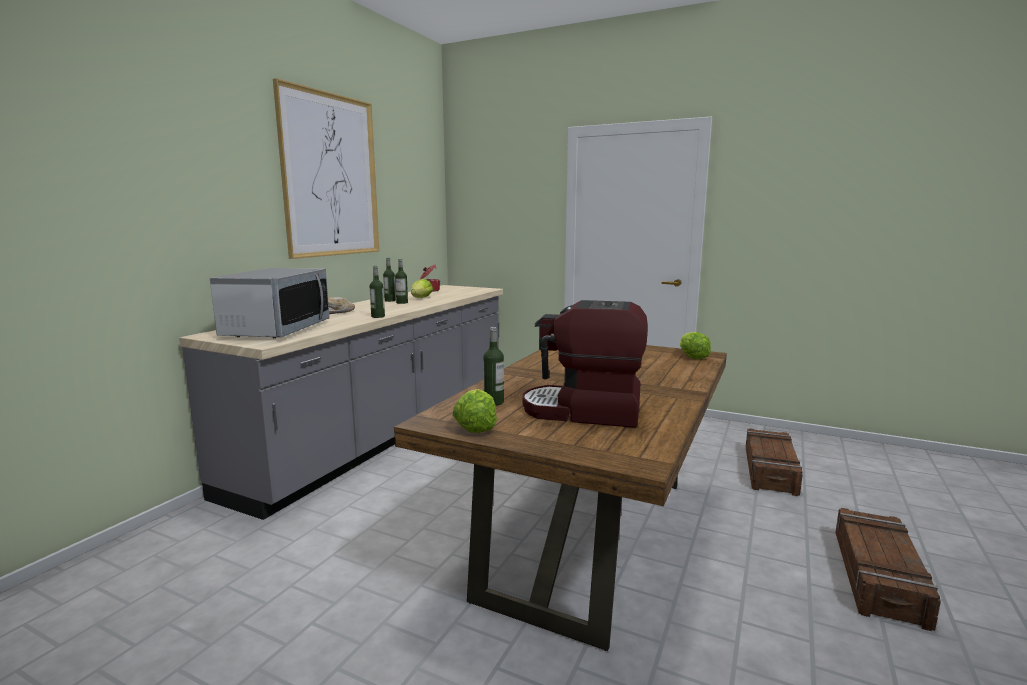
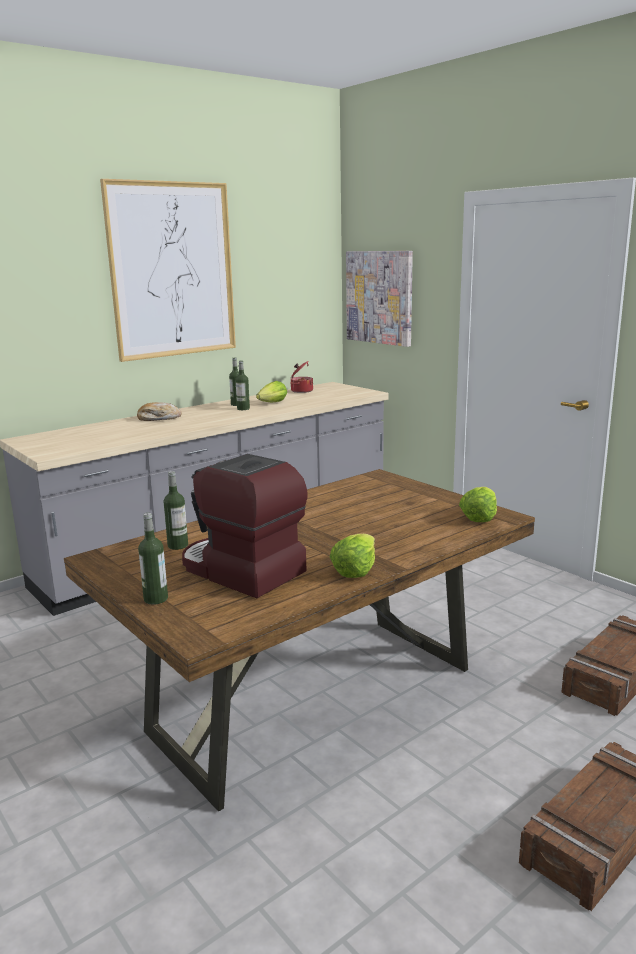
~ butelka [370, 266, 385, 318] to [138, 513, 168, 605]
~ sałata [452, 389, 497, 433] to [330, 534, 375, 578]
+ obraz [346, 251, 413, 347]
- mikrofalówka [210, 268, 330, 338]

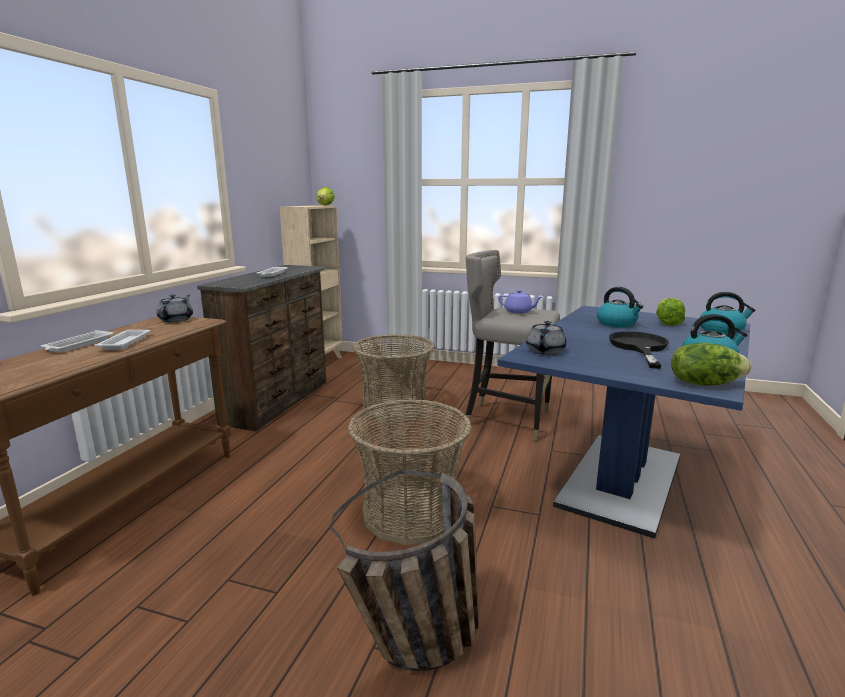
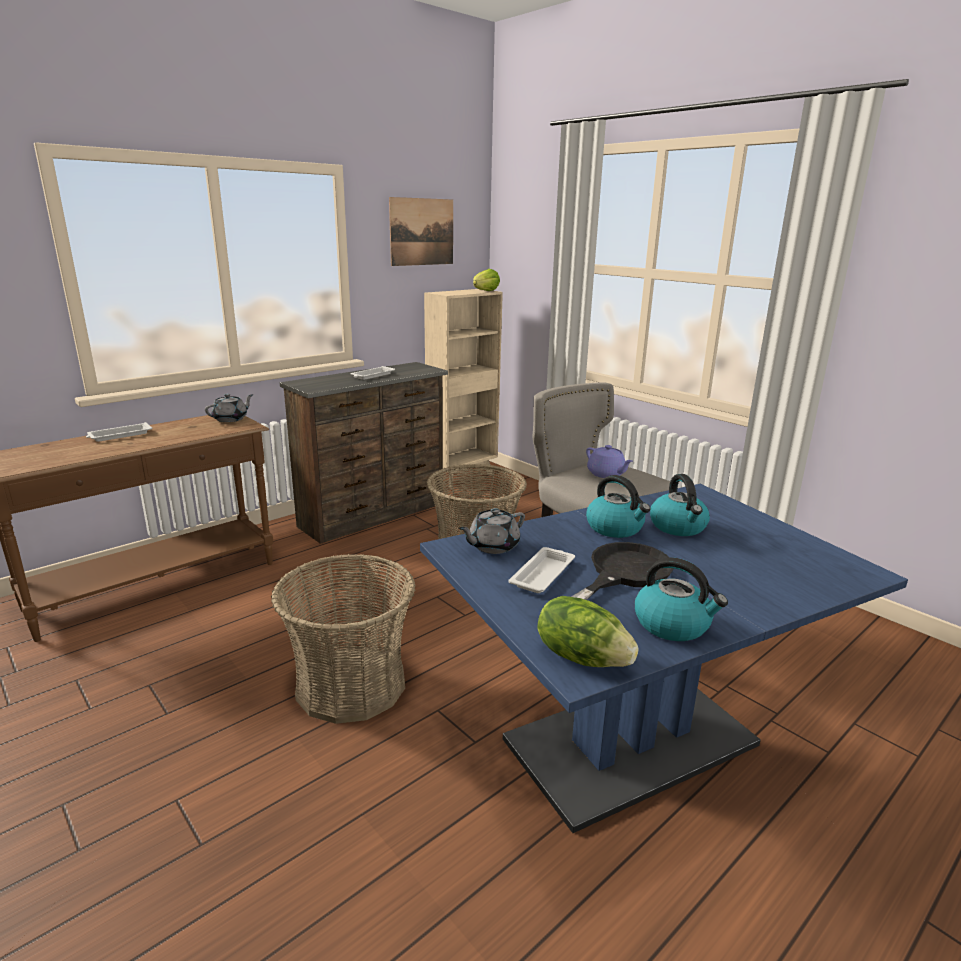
+ obraz [389, 197, 453, 266]
~ taca [biały] [95, 330, 151, 350] to [508, 547, 575, 593]
~ czajnik [700, 292, 756, 335] to [586, 475, 651, 538]
- koszyk [330, 470, 479, 671]
- sałata [656, 298, 685, 326]

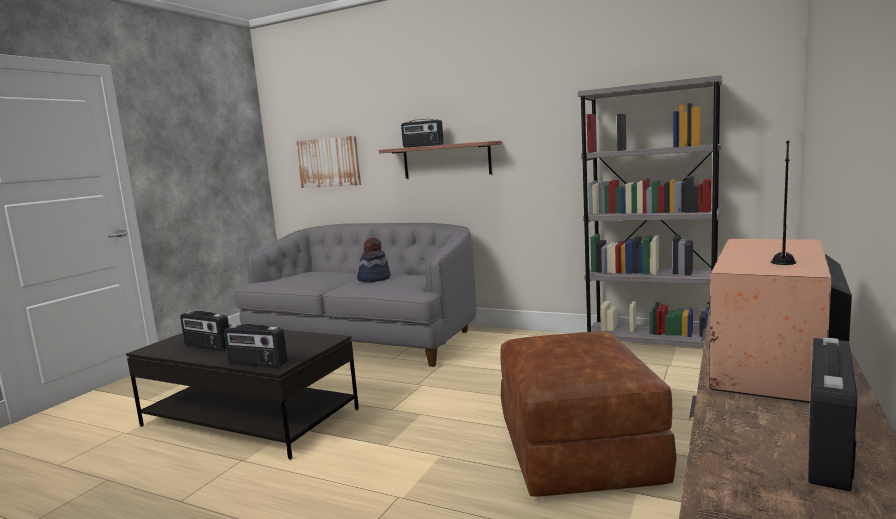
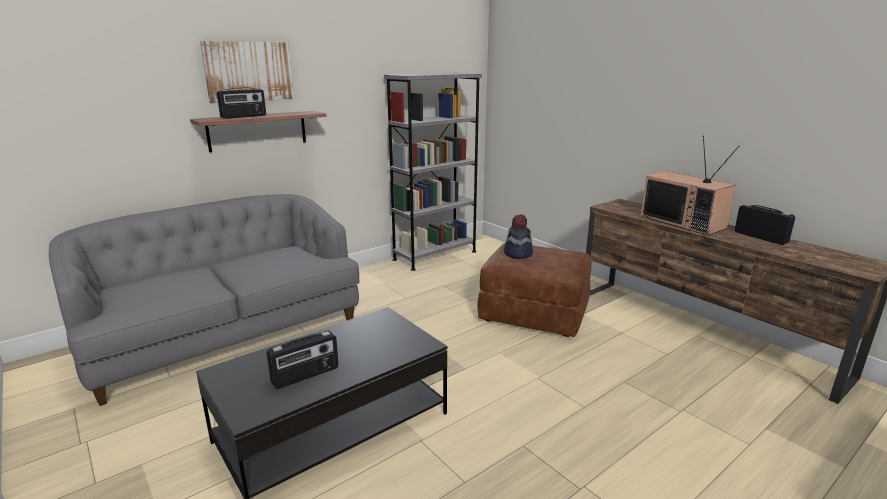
~ obraz [296, 136, 361, 188] to [200, 41, 294, 104]
~ kapelusz [357, 238, 391, 282] to [504, 214, 533, 259]
- radio [224, 324, 288, 368]

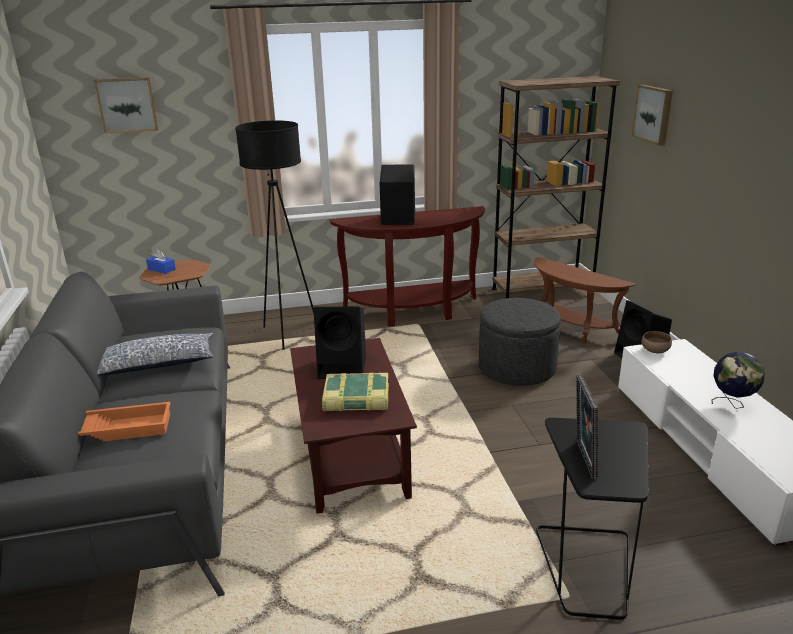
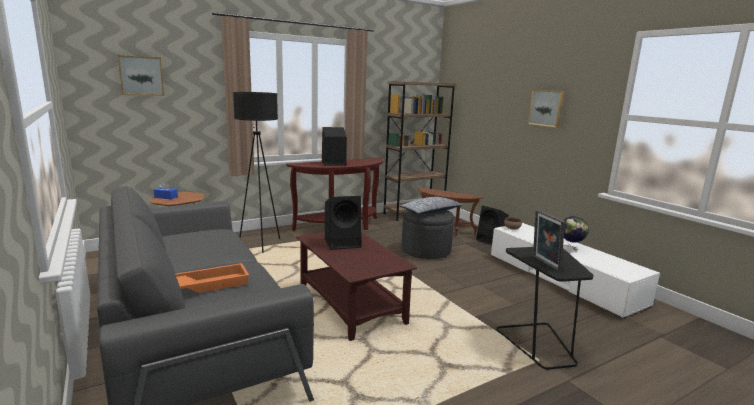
~ poduszka [97, 333, 213, 376] to [399, 197, 462, 214]
~ obraz [632, 85, 673, 146] to [528, 90, 564, 128]
- książka [322, 373, 389, 411]

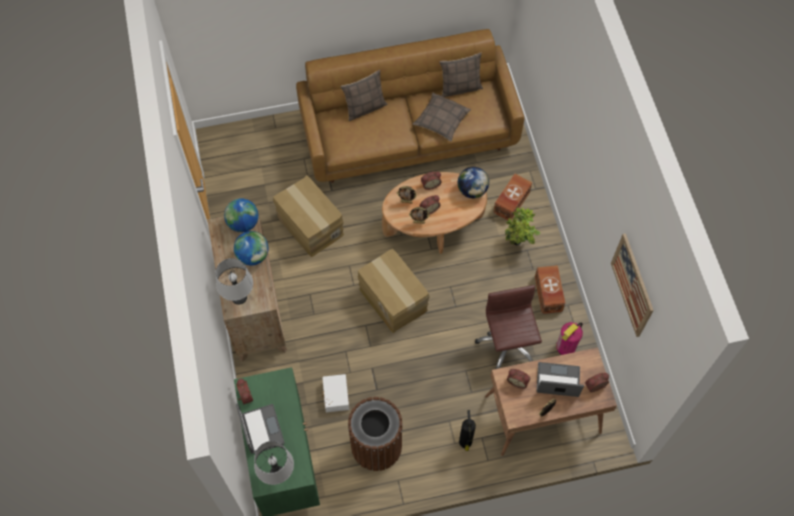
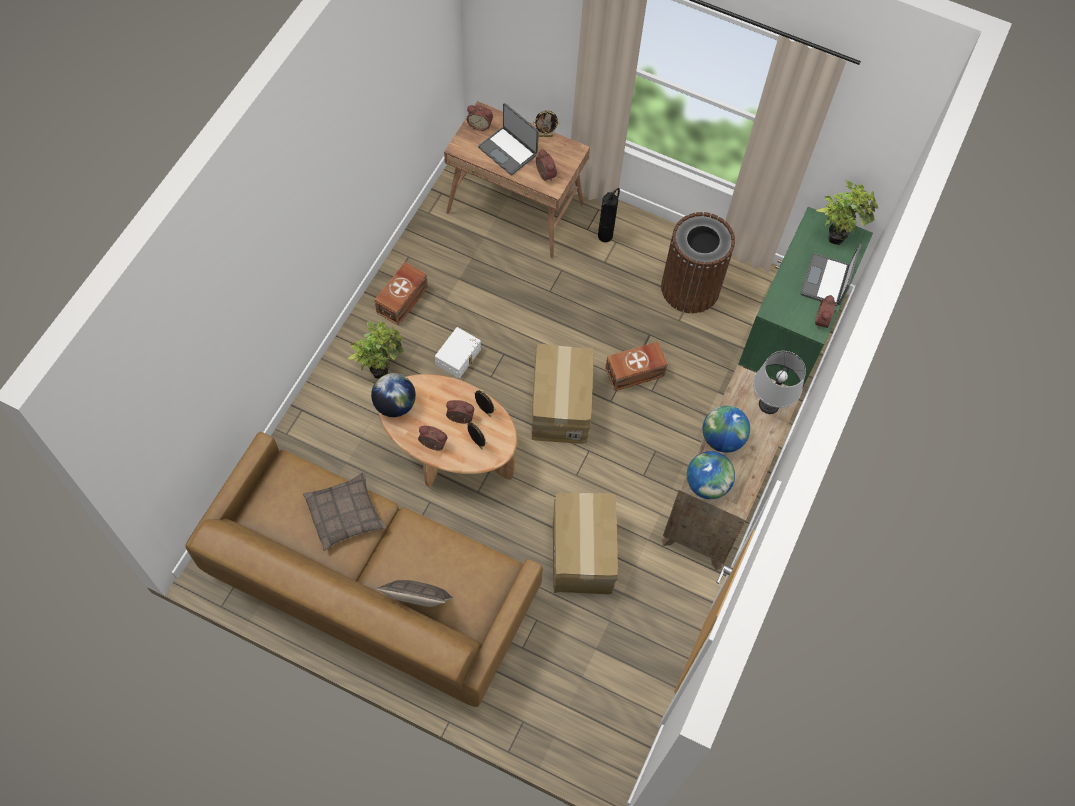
~ pojemnik do przechowywania [biały] [322, 374, 349, 412] to [435, 327, 481, 378]
~ pojemnik do przechowywania [brązowy] [493, 174, 532, 220] to [605, 341, 668, 391]
~ lampa stołowa [szary] [254, 441, 294, 485] to roślina doniczkowa [816, 180, 878, 245]
- poduszka [439, 53, 483, 97]
- krzesło biurowe [brązowy] [475, 285, 542, 369]
- gaśnica [556, 322, 583, 355]
- obraz [611, 233, 654, 337]

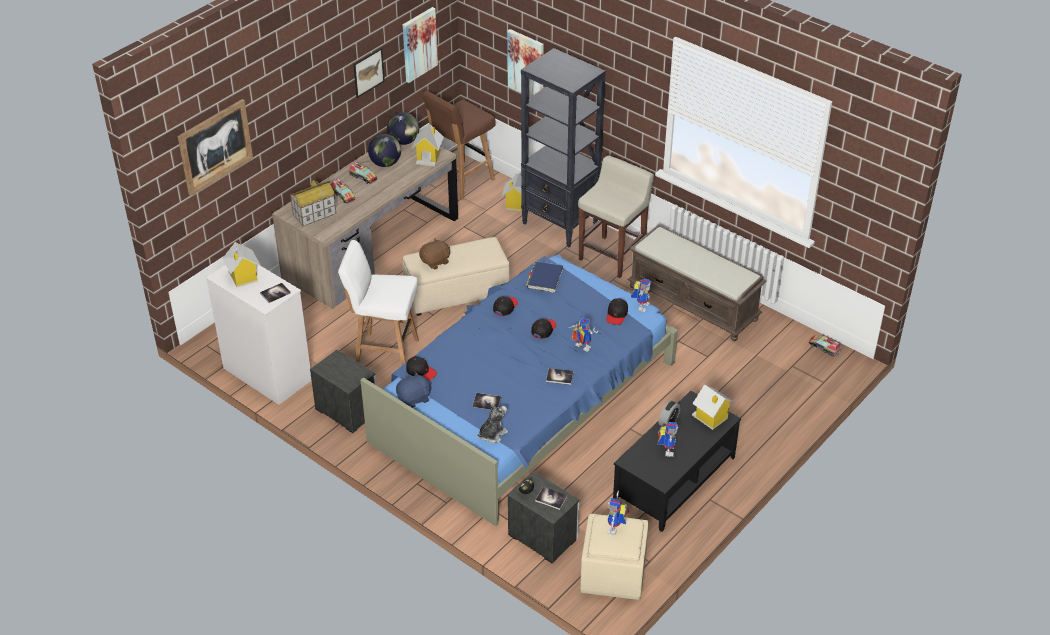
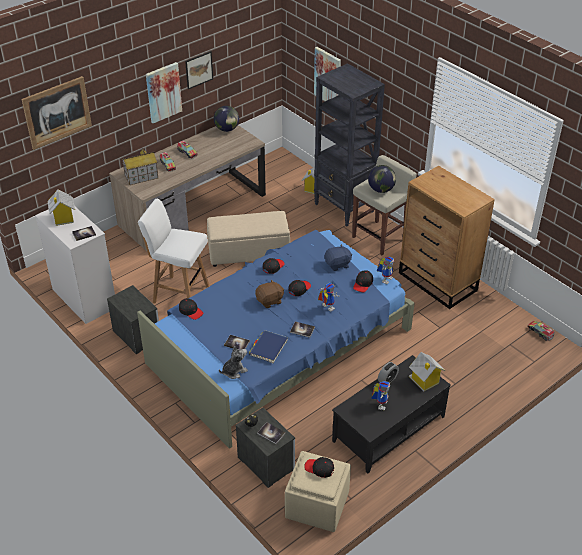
~ obraz [403, 7, 438, 83] to [146, 62, 182, 123]
~ książka [niebieski] [526, 261, 564, 293] to [249, 330, 288, 363]
~ pluszak [brązowy] [419, 238, 450, 269] to [255, 279, 284, 308]
~ robot zabawkowy [607, 491, 629, 535] to czapka z daszkiem [czarny] [304, 457, 334, 478]
~ pluszak [niebieski] [396, 372, 432, 408] to [324, 244, 353, 271]
~ globus [368, 134, 401, 167] to [368, 165, 396, 193]
~ ławka [brązowy] [627, 224, 766, 341] to komoda [brązowy] [399, 166, 495, 309]
- domek [412, 124, 444, 166]
- stołek [brązowy] [422, 91, 496, 200]

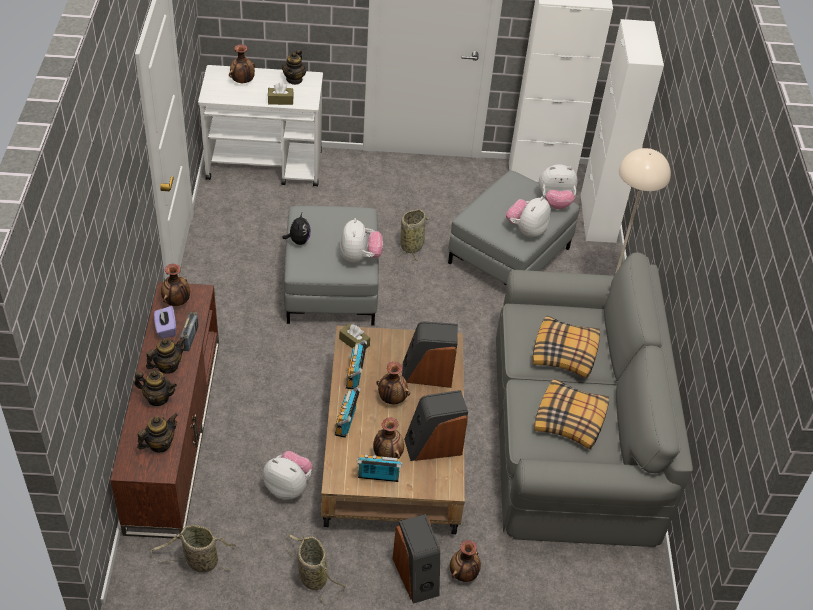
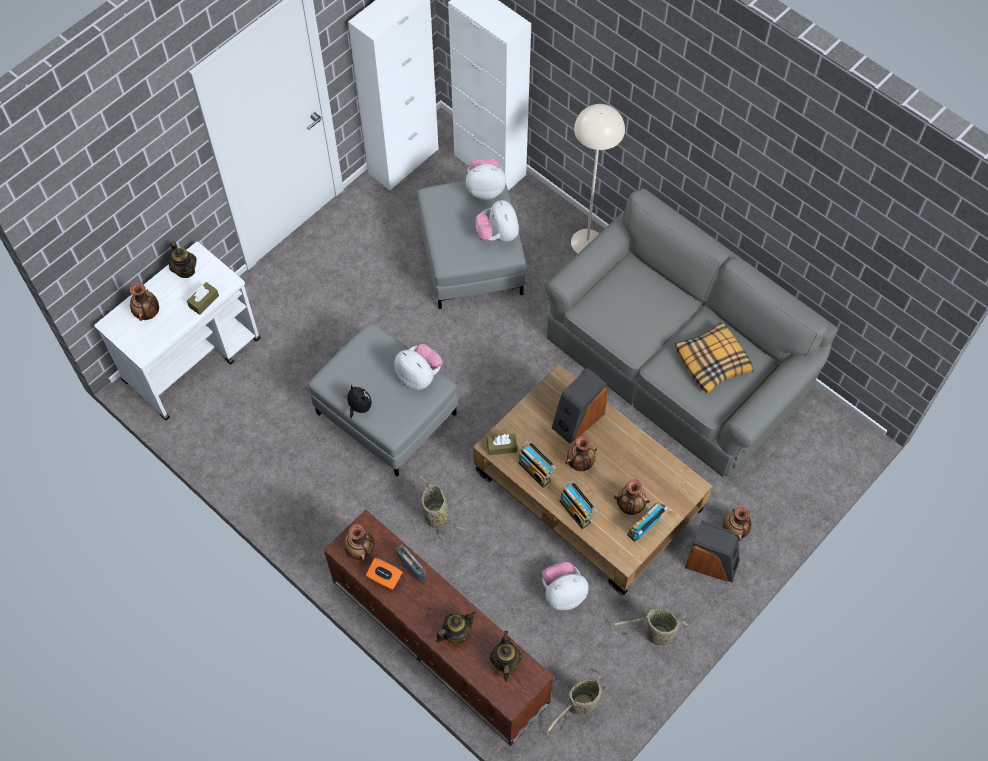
~ pudełko chusteczek [fioletowy] [154, 306, 176, 338] to pudełko chusteczek [pomarańczowy] [366, 558, 402, 590]
~ koszyk [398, 209, 429, 262] to [415, 474, 464, 542]
~ pluszak [539, 164, 578, 209] = [466, 158, 506, 200] 135 degrees counterclockwise
- imbryk [146, 337, 186, 373]
- głośnik [404, 390, 468, 461]
- poduszka [532, 316, 600, 378]

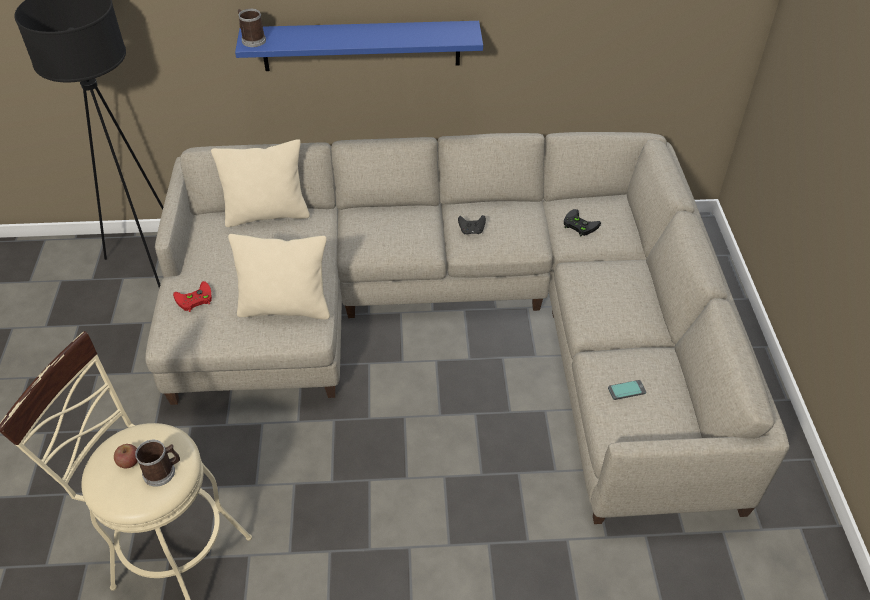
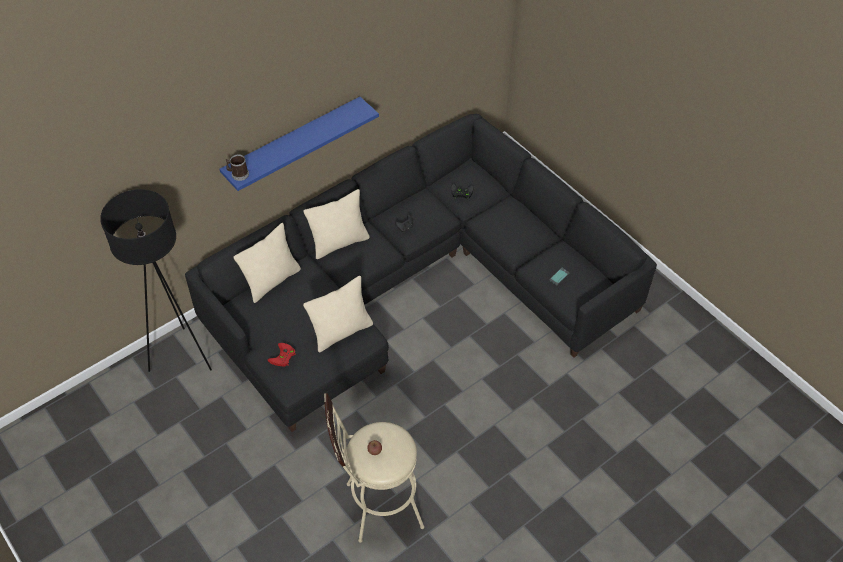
~ kanapa [beżowy] [145, 132, 789, 524] to kanapa [czarny] [185, 114, 657, 432]
+ poduszka [beżowy] [303, 189, 370, 259]
- kubek [135, 439, 180, 487]

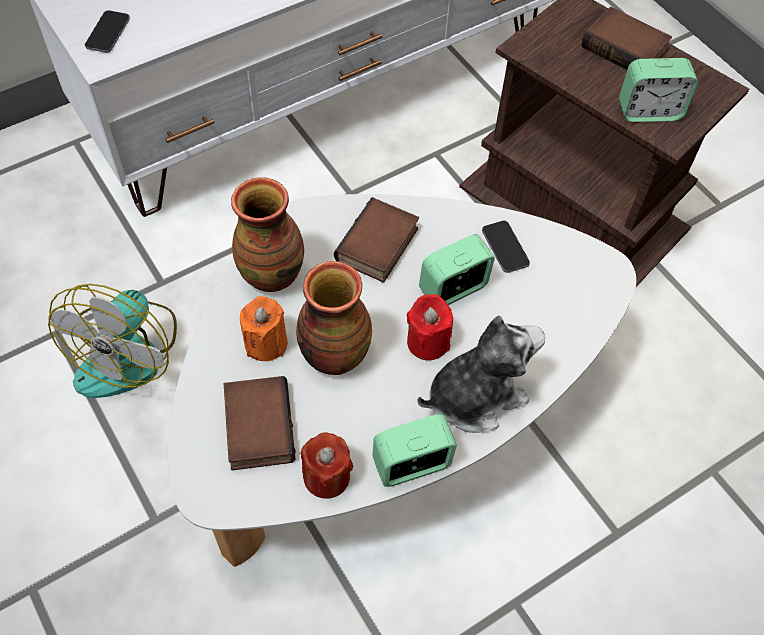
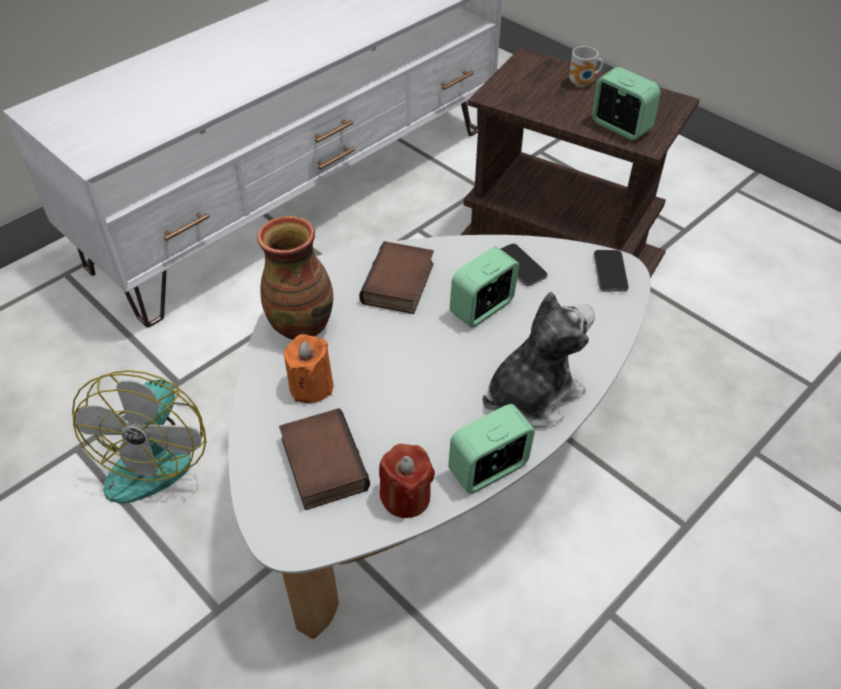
~ książka [582, 7, 672, 70] to kubek [569, 46, 603, 87]
~ budzik [619, 58, 698, 122] = [592, 67, 661, 140] 120 degrees counterclockwise
~ telefon [85, 10, 130, 53] to [594, 250, 629, 292]
- wazon [296, 261, 372, 375]
- świeca [czerwony] [407, 294, 453, 360]

